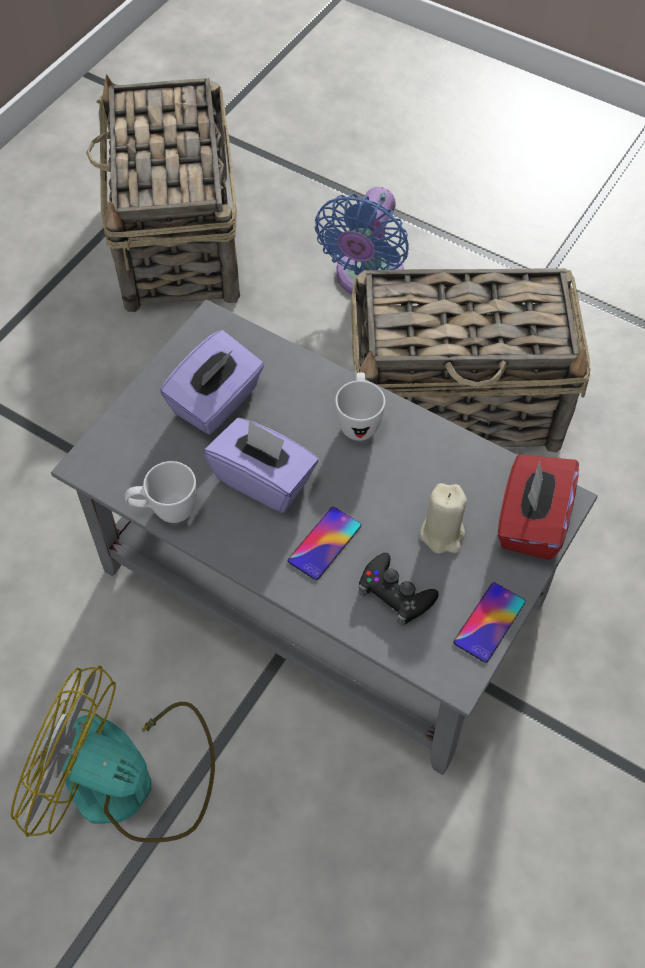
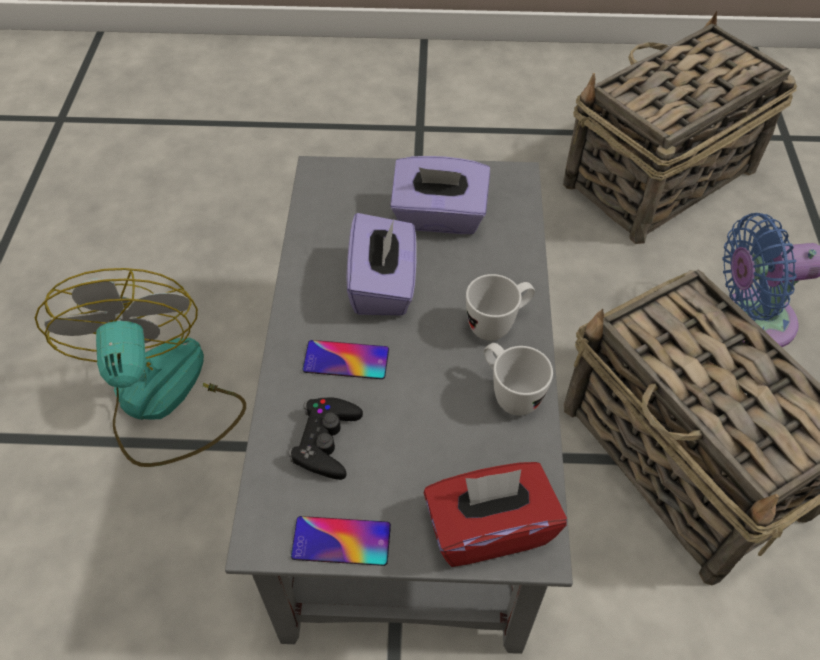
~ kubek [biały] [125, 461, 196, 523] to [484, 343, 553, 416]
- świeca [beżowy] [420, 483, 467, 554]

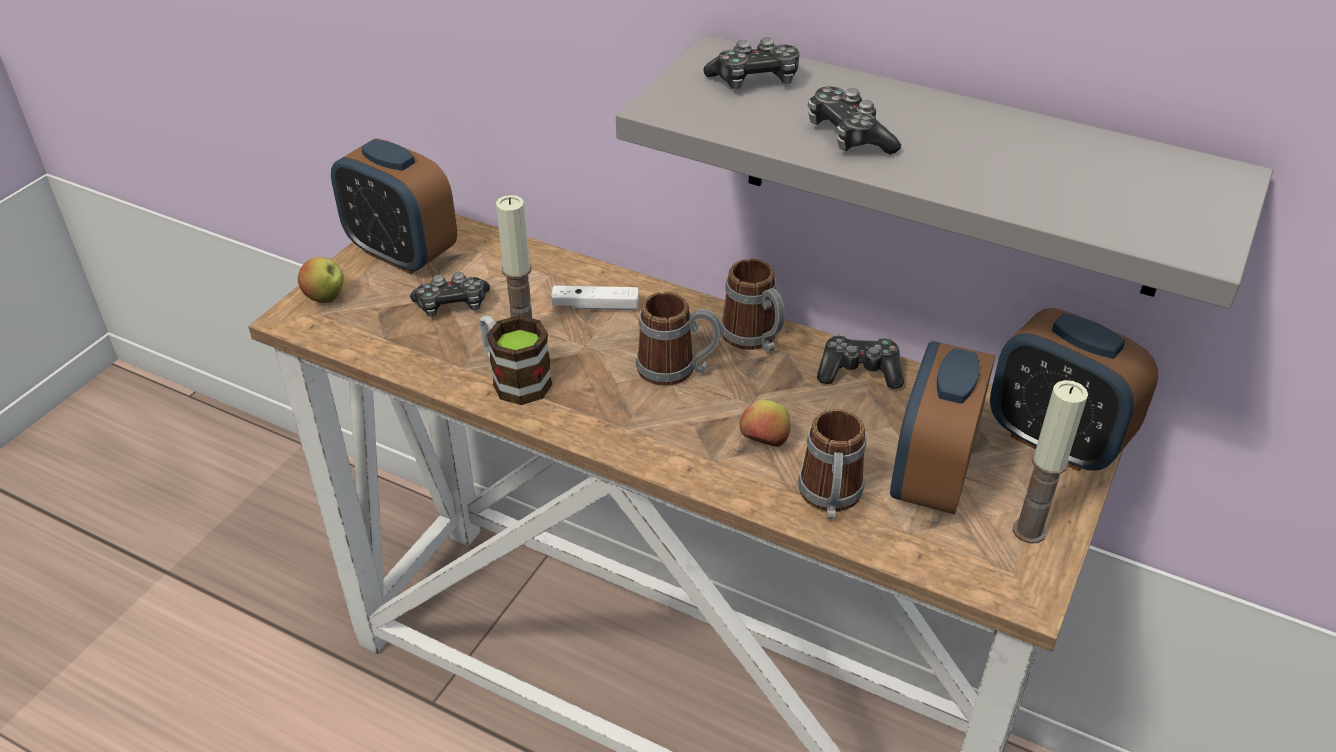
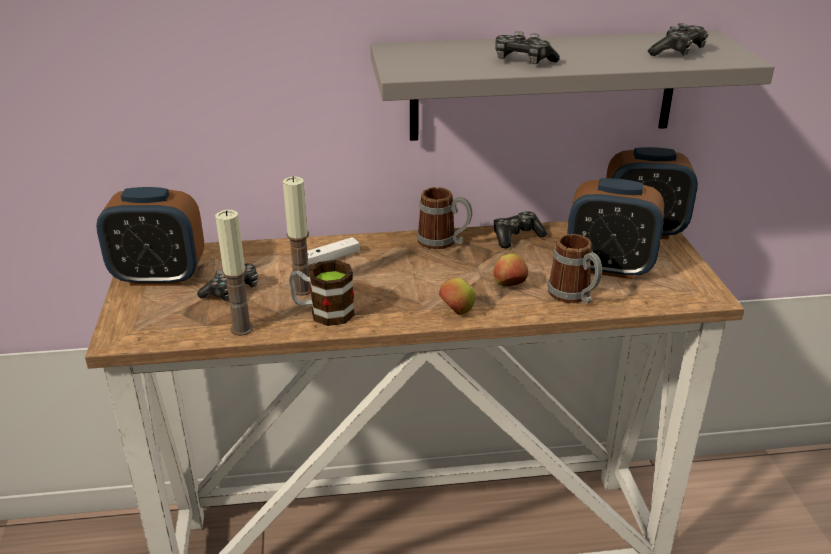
~ świeca [1012, 380, 1088, 544] to [215, 210, 253, 336]
~ jabłko [298, 257, 344, 303] to [439, 278, 476, 315]
~ budzik [890, 341, 995, 515] = [567, 178, 664, 279] 60 degrees counterclockwise
~ pad do gier [704, 38, 799, 89] to [648, 23, 709, 56]
- kubek [636, 292, 721, 386]

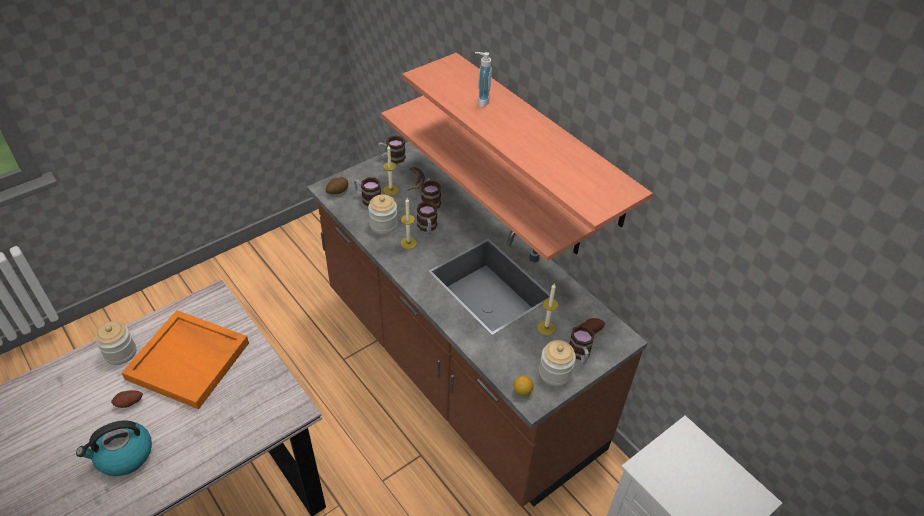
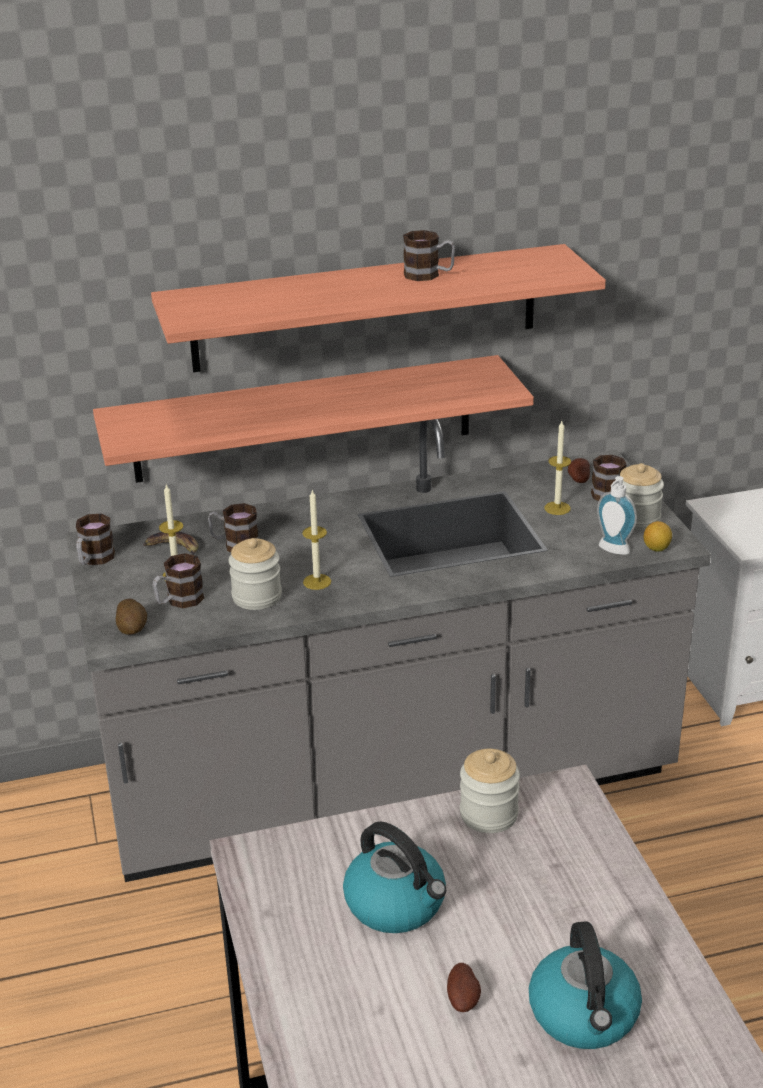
~ zabudowa kuchenna [brązowy] [307, 142, 648, 507] to zabudowa kuchenna [szary] [66, 419, 711, 882]
~ taca [pomarańczowy] [122, 310, 249, 409] to czajnik [343, 821, 446, 933]
~ kubek [417, 201, 437, 234] to [403, 230, 455, 281]
~ słoik [95, 321, 136, 365] to [460, 749, 520, 833]
~ dozownik mydła [475, 52, 492, 107] to [597, 476, 637, 555]

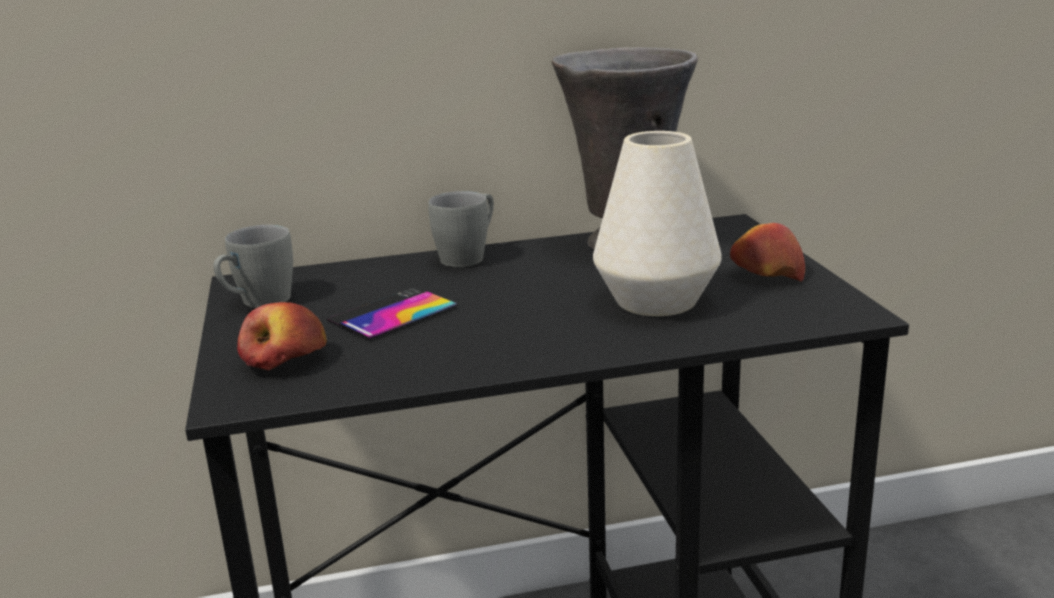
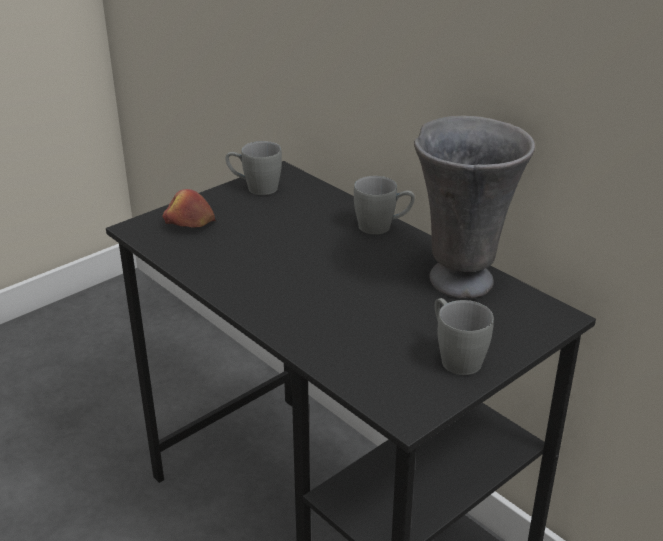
~ jabłko [730, 223, 805, 282] to kubek [szary] [435, 298, 494, 375]
- telefon [326, 288, 457, 339]
- wazon [biały] [593, 131, 722, 316]

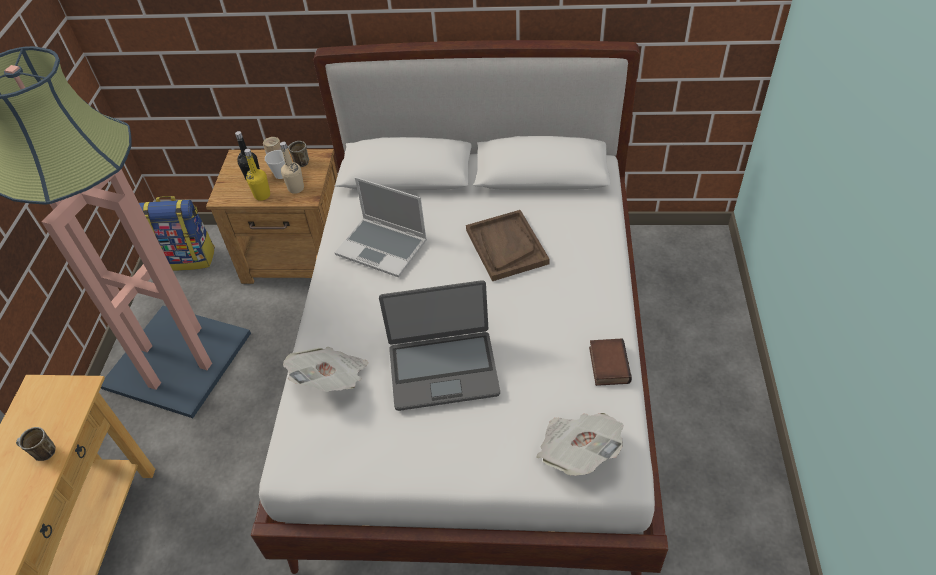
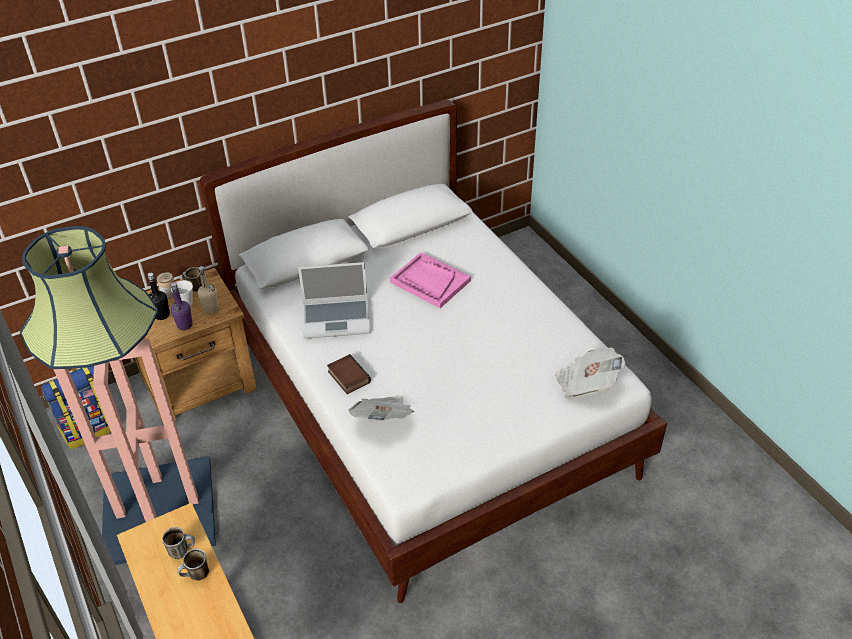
+ kubek [162, 527, 195, 559]
~ butelka [żółty] [244, 149, 270, 201] to butelka [fioletowy] [171, 283, 193, 330]
~ książka [589, 338, 632, 386] to [327, 354, 371, 394]
~ taca [brązowy] [466, 210, 550, 281] to taca [różowy] [390, 252, 471, 308]
- laptop [379, 280, 500, 411]

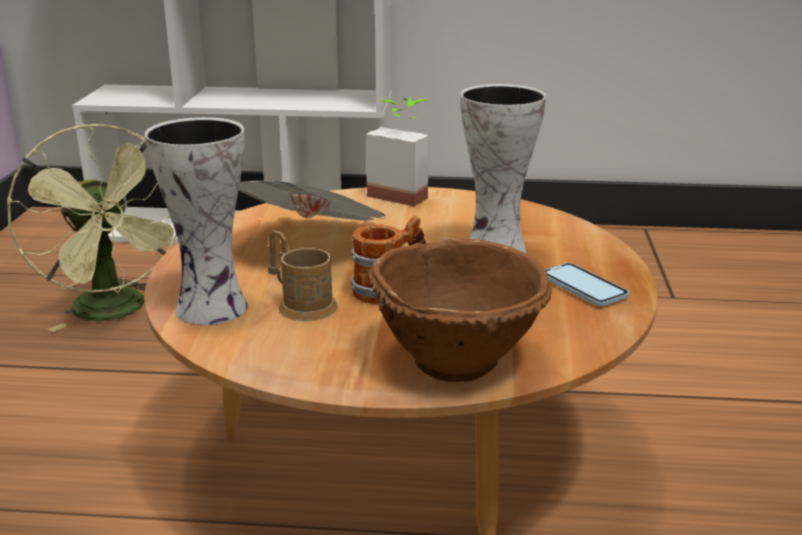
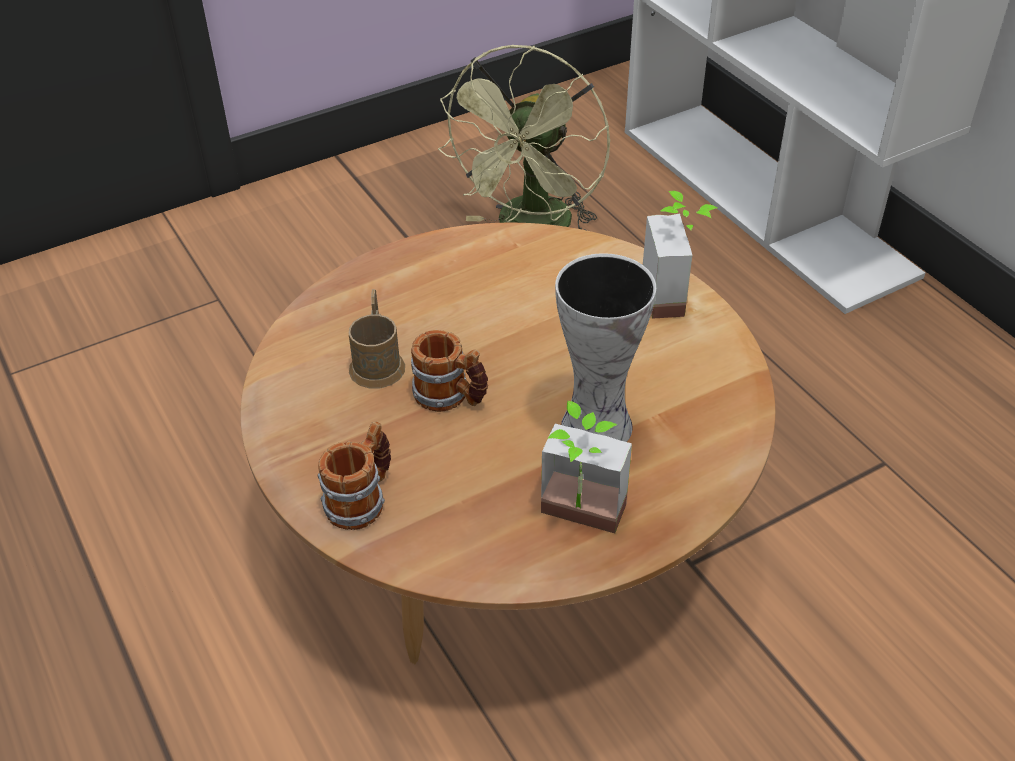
~ miska [brązowy] [367, 238, 552, 382] to kubek [317, 421, 391, 530]
~ telefon [545, 263, 629, 306] to roślina doniczkowa [541, 401, 632, 533]
- wazon [145, 117, 248, 325]
- gazeta [238, 181, 386, 221]

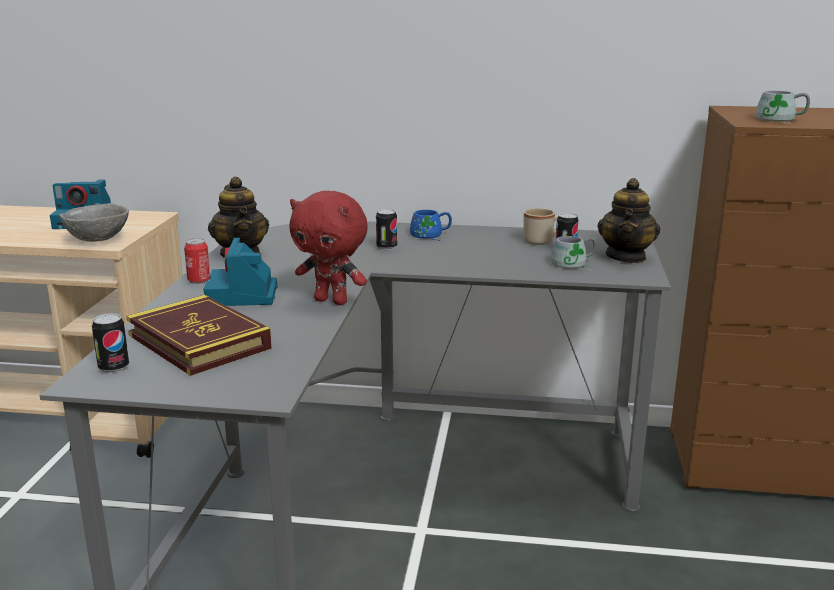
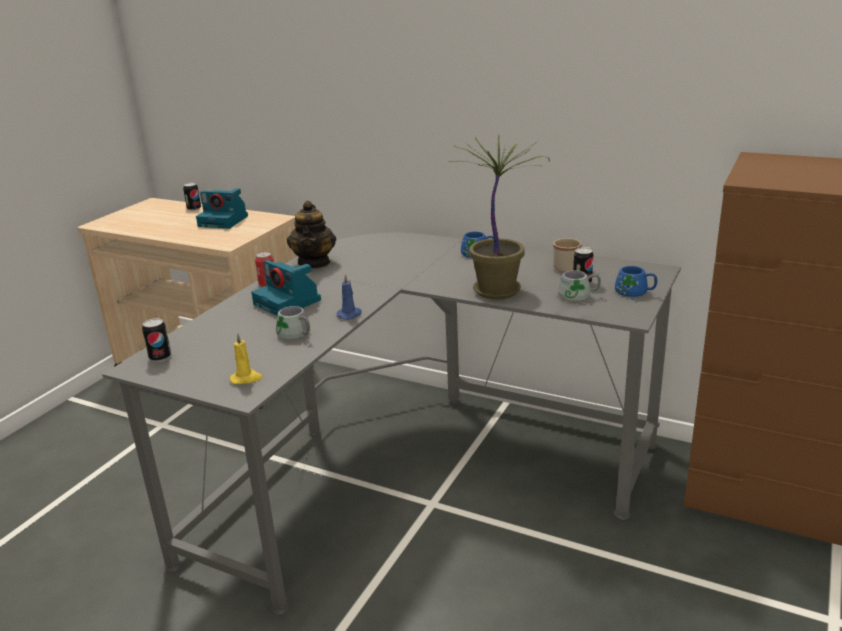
~ puszka [376, 209, 397, 250] to [183, 183, 201, 211]
+ świeca [żółty] [230, 333, 263, 384]
~ aparat fotograficzny [204, 238, 278, 306] = [251, 260, 321, 316] 60 degrees counterclockwise
~ kubek [szary] [755, 91, 810, 124] to [276, 306, 310, 345]
~ pluszak [czerwony] [290, 191, 368, 305] to świeca [niebieski] [336, 273, 362, 320]
+ roślina doniczkowa [449, 135, 550, 299]
~ imbryk [597, 178, 660, 263] to kubek [niebieski] [615, 266, 657, 302]
- miska [szary] [59, 203, 129, 242]
- książka [126, 295, 272, 376]

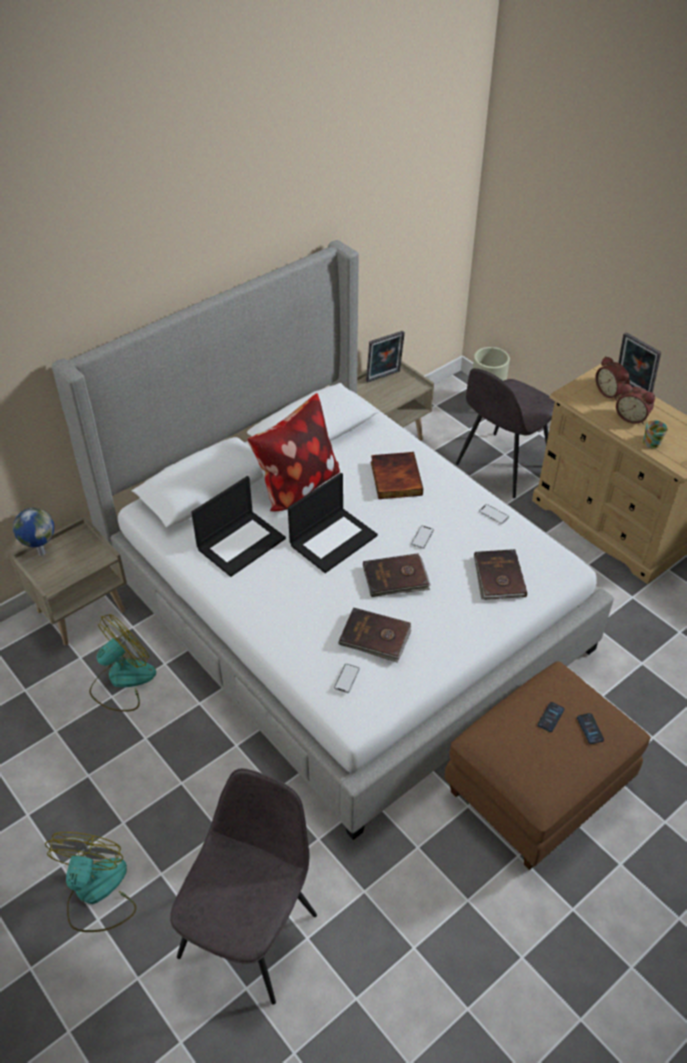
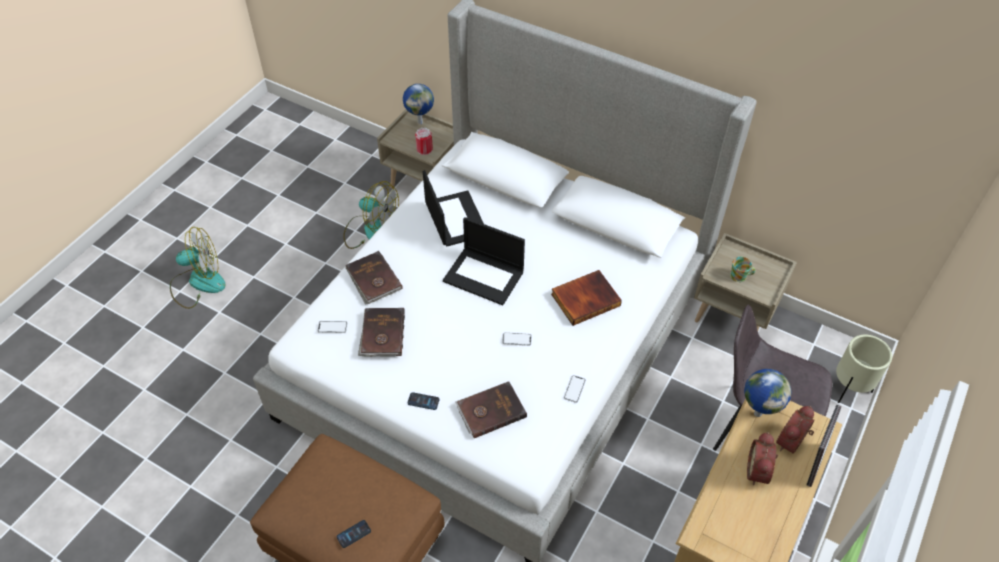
~ książka [brązowy] [363, 553, 430, 597] to [345, 251, 403, 305]
~ telefon [538, 702, 564, 732] to [408, 392, 439, 410]
+ puszka [415, 128, 433, 155]
~ laptop [191, 476, 286, 577] = [423, 170, 484, 247] 135 degrees counterclockwise
~ kubek [643, 420, 668, 449] to [730, 257, 756, 282]
+ globus [744, 369, 791, 417]
- krzesło [szary] [170, 768, 317, 1004]
- poduszka [247, 393, 340, 512]
- ramka na zdjęcie [366, 331, 405, 383]

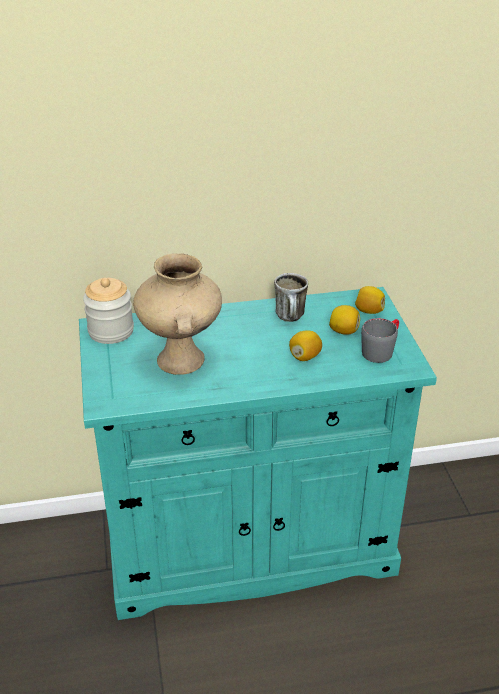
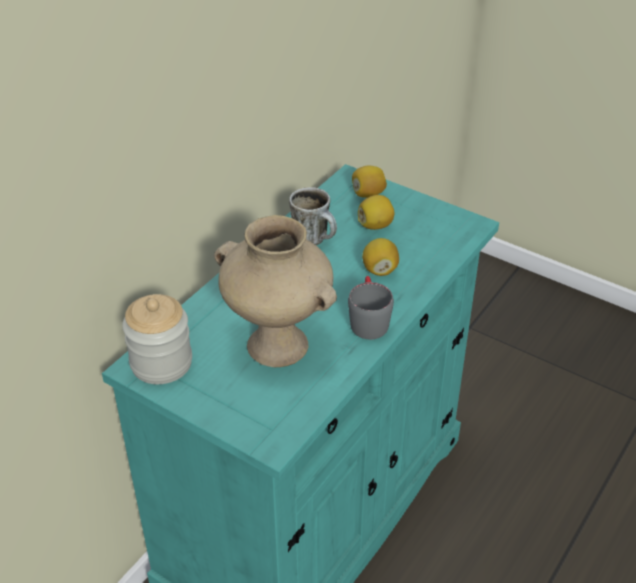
~ kubek [szary] [361, 318, 399, 363] to [348, 276, 394, 339]

